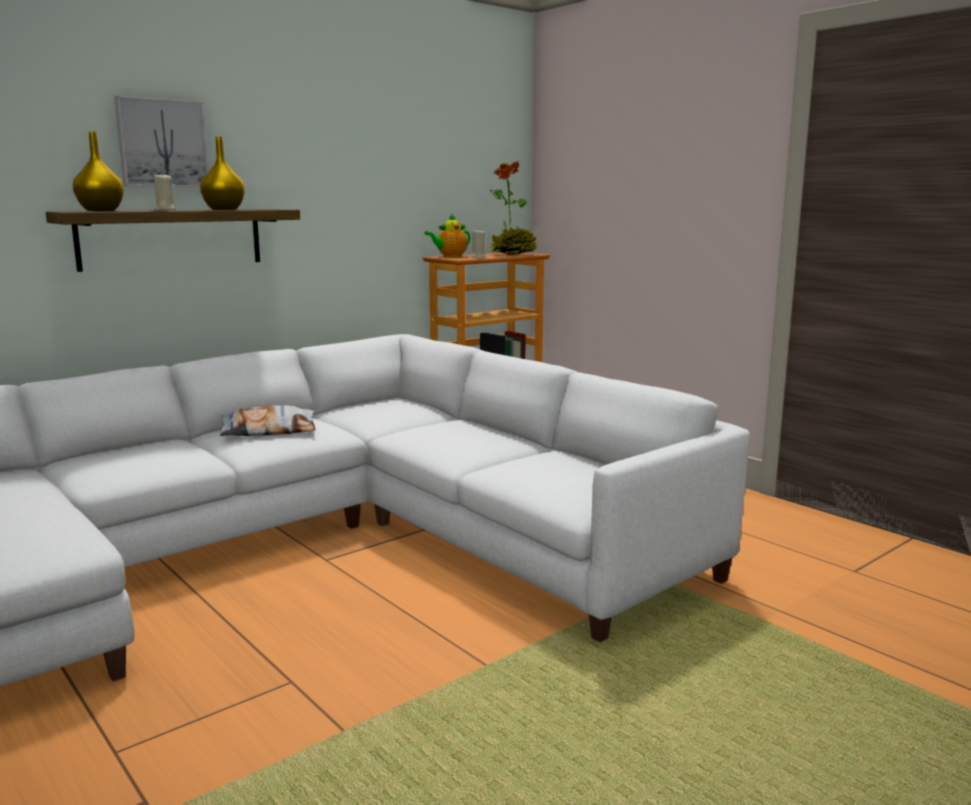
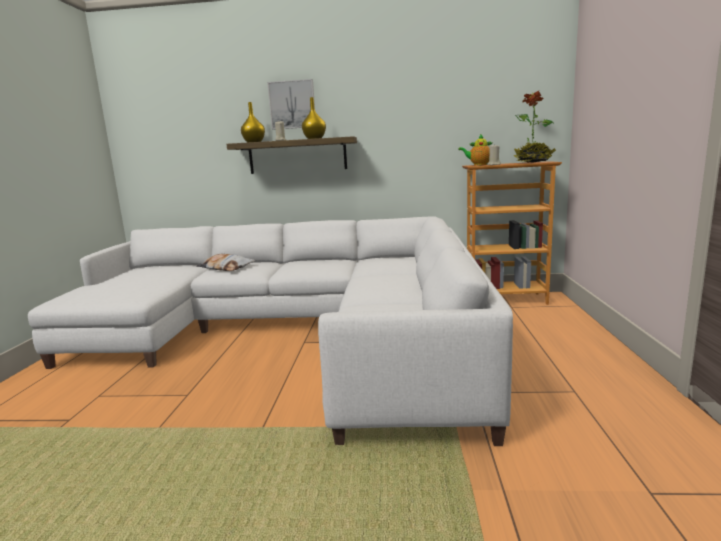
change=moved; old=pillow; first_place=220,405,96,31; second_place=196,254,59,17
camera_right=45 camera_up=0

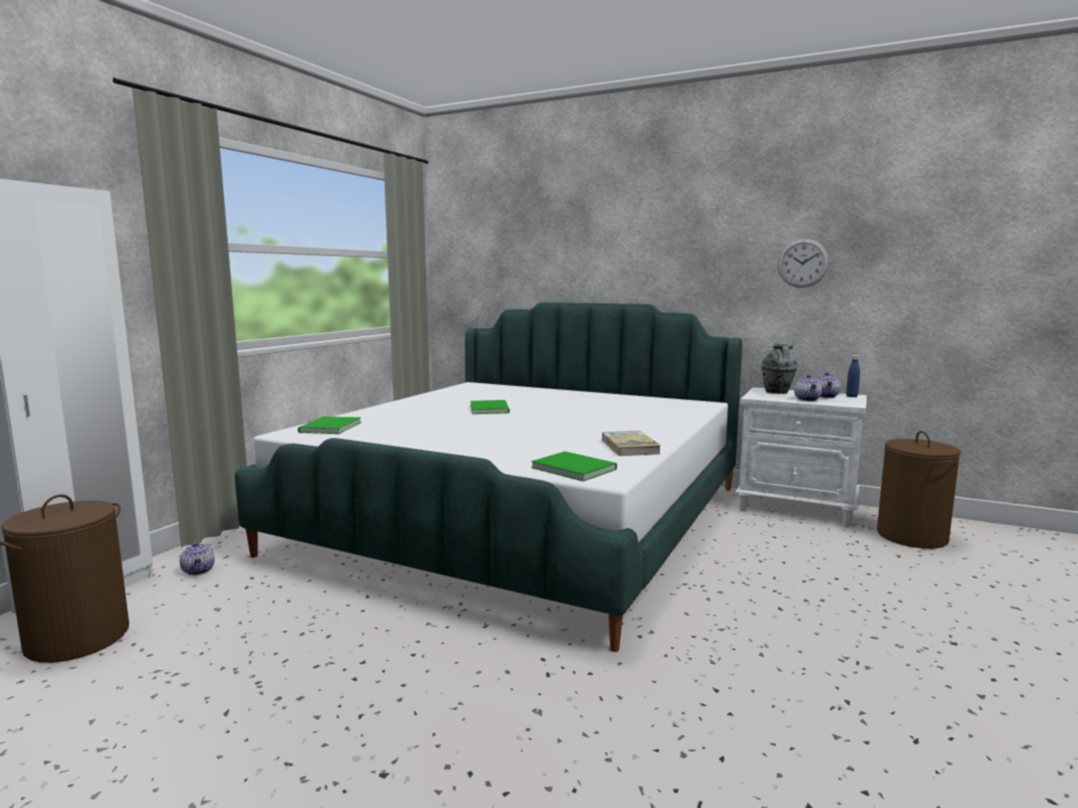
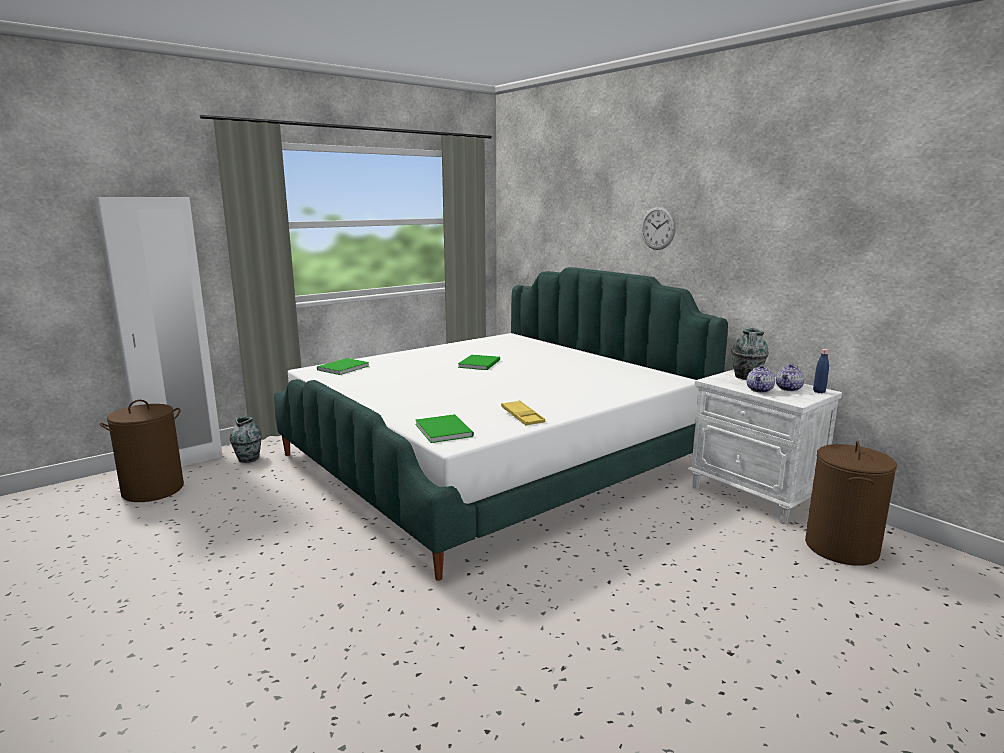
change=moved; old=wall clock; first_place=778,239,51,49; second_place=641,206,35,44
change=replaced; old=book; new=tray (yellow); first_place=602,431,59,25; second_place=501,400,44,25
change=replaced; old=teapot; new=vase; first_place=180,541,35,34; second_place=230,417,32,46
camera_right=25 camera_up=5

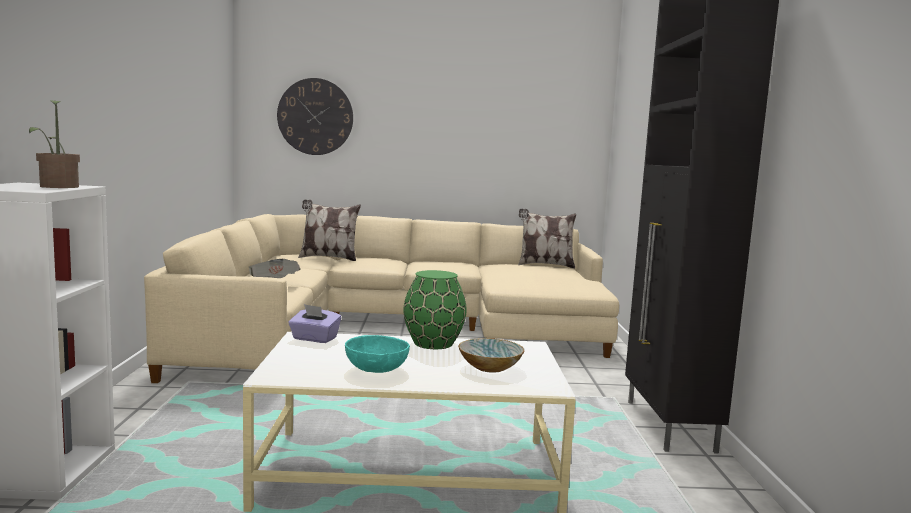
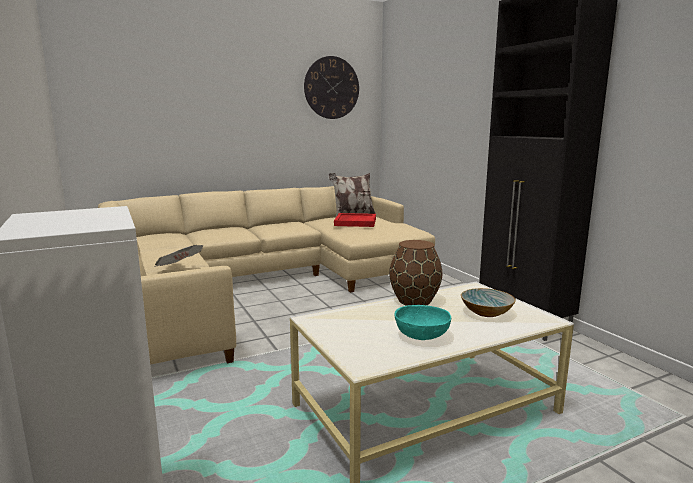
change=moved; old=wall clock; first_place=277,78,76,77; second_place=304,56,55,63
change=removed; old=potted plant; first_place=29,100,51,88
change=removed; old=pillow; first_place=298,199,63,62
change=recoloured; old=vase (green); new=vase (brown); first_place=403,270,63,79; second_place=389,240,53,66
change=removed; old=tissue box (purple); first_place=288,304,53,39
change=added; new=tray (red); second_place=334,213,42,14
camera_right=-25 camera_up=5

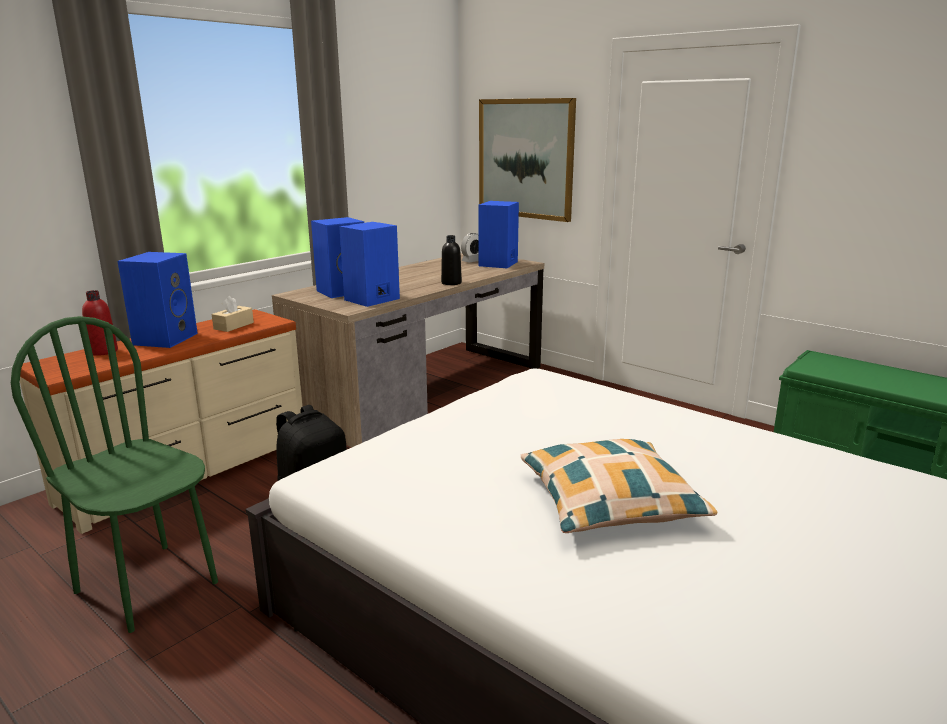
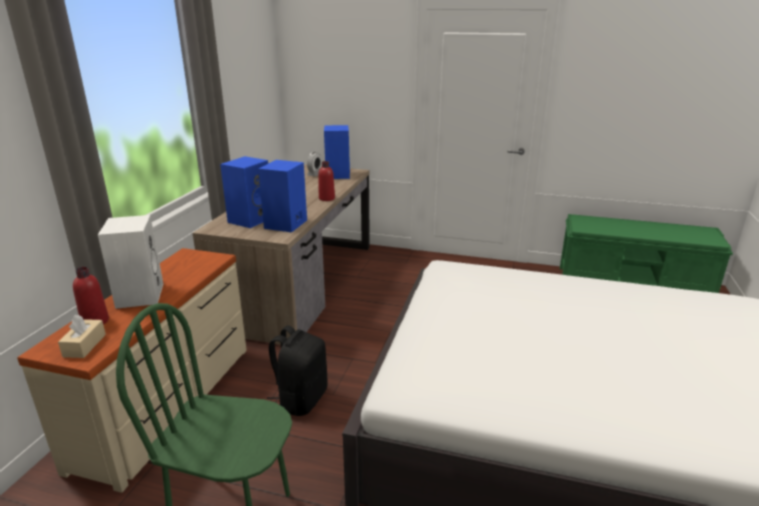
change=removed; old=picture; first_place=479,98,97,124
change=recoloured; old=bottle (black); new=bottle (red); first_place=441,235,21,50; second_place=318,161,17,40
change=recoloured; old=speaker (blue); new=speaker (white); first_place=118,252,80,96; second_place=98,215,65,94
change=moved; old=tissue box (beige); first_place=212,296,42,36; second_place=58,315,48,43
change=removed; old=pillow; first_place=521,439,197,94
camera_right=-25 camera_up=5

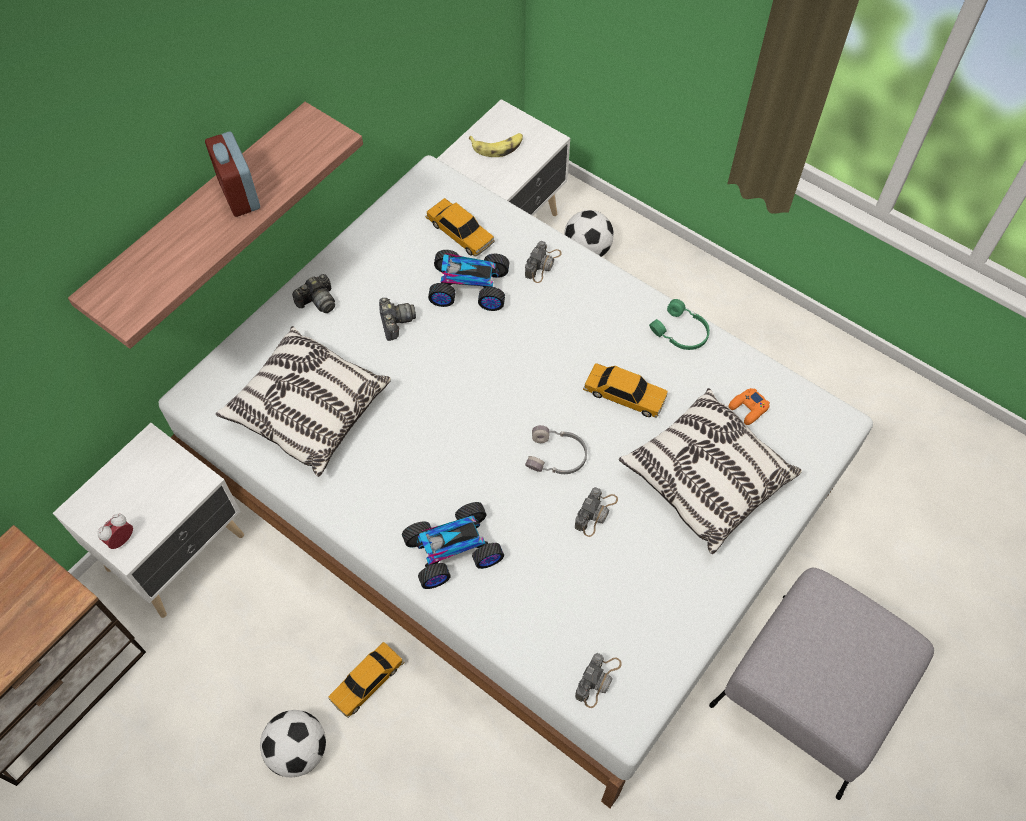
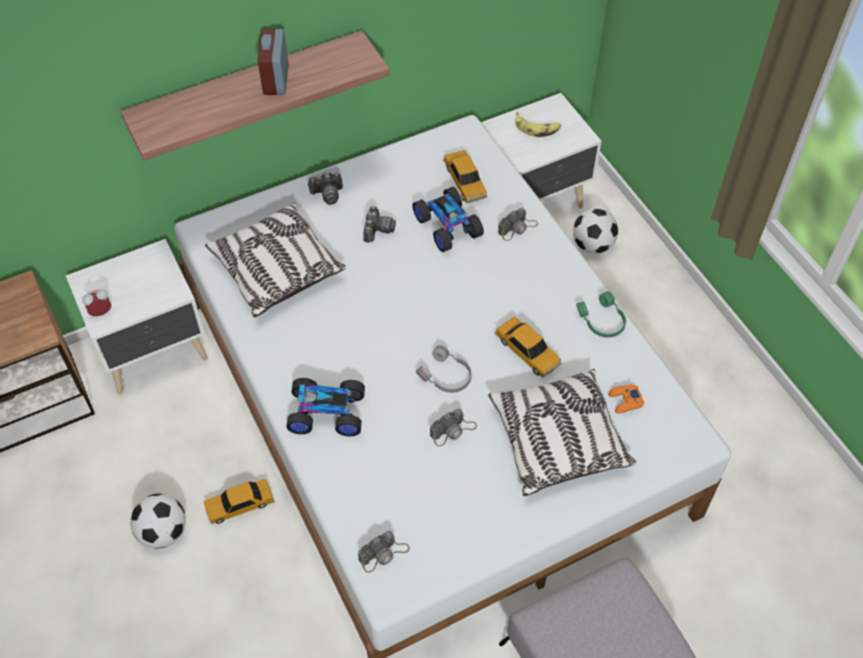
change=turned; old=toy car; first_place=428,250,81,61; second_place=413,187,71,65; degrees=-150
camera_right=25 camera_up=-5

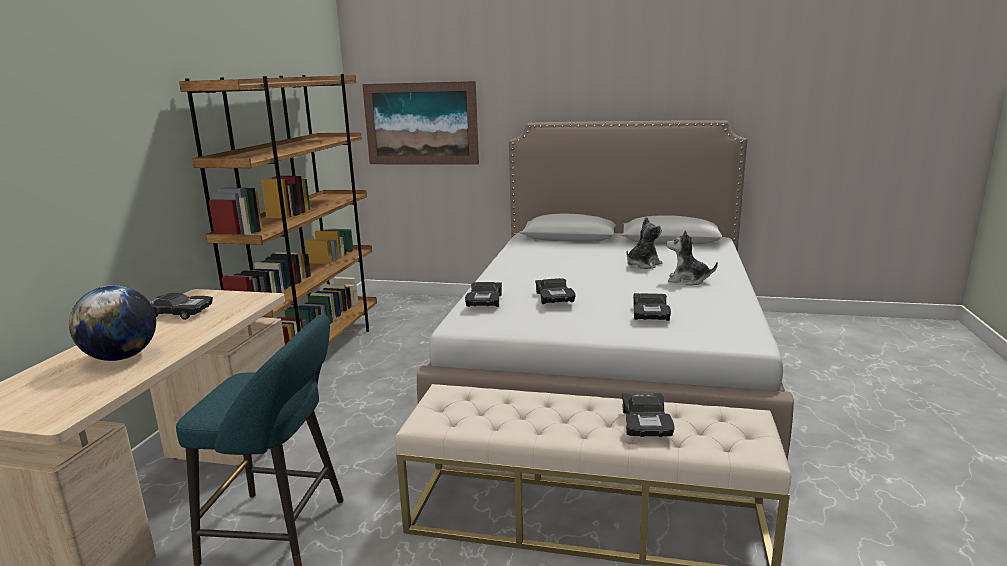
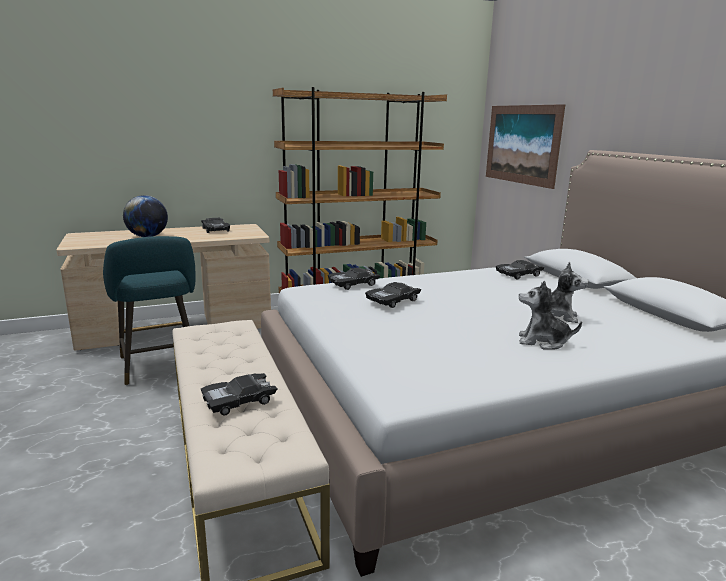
change=turned; old=plush toy; first_place=666,230,52,55; second_place=519,281,63,68; degrees=-60
change=moved; old=toy car (black); first_place=633,293,38,28; second_place=496,260,49,20
camera_right=55 camera_up=0

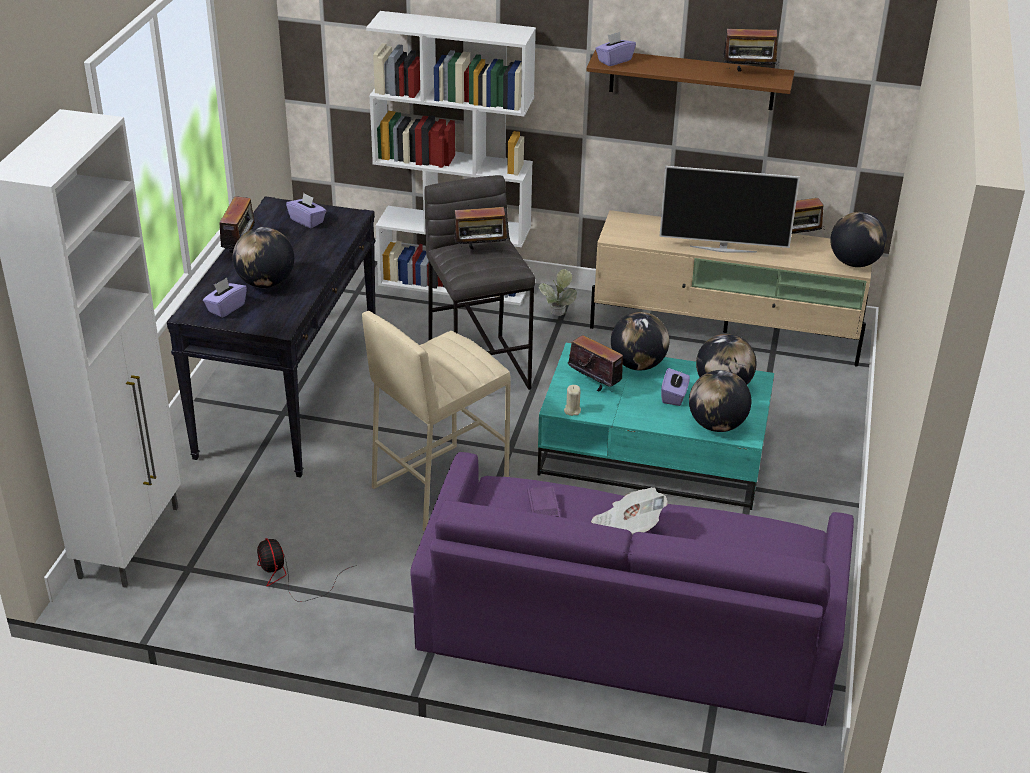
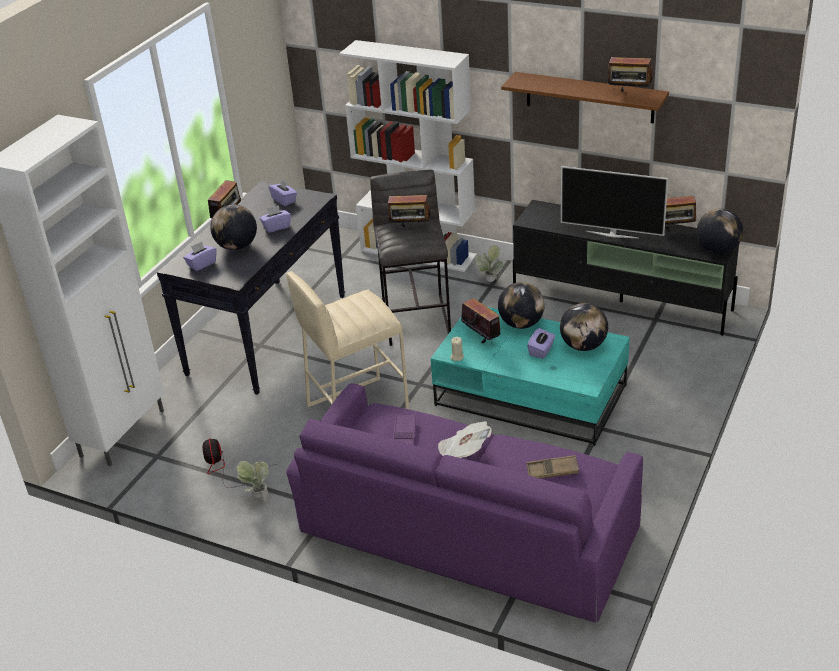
change=moved; old=tissue box (purple); first_place=595,32,41,34; second_place=260,205,31,28
change=recoloured; old=tv stand (beige); new=tv stand (black); first_place=590,210,282,157; second_place=513,200,226,136
change=removed; old=globe; first_place=689,370,62,62
change=added; new=tray (brown); second_place=526,455,53,23
change=added; new=potted plant; second_place=236,461,33,41
camera_right=15 camera_up=0

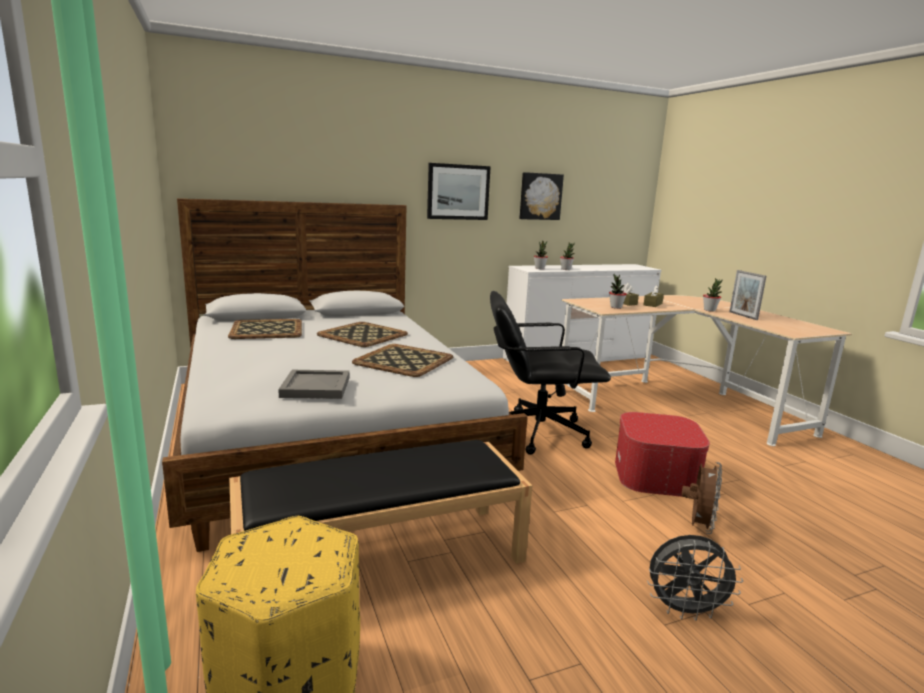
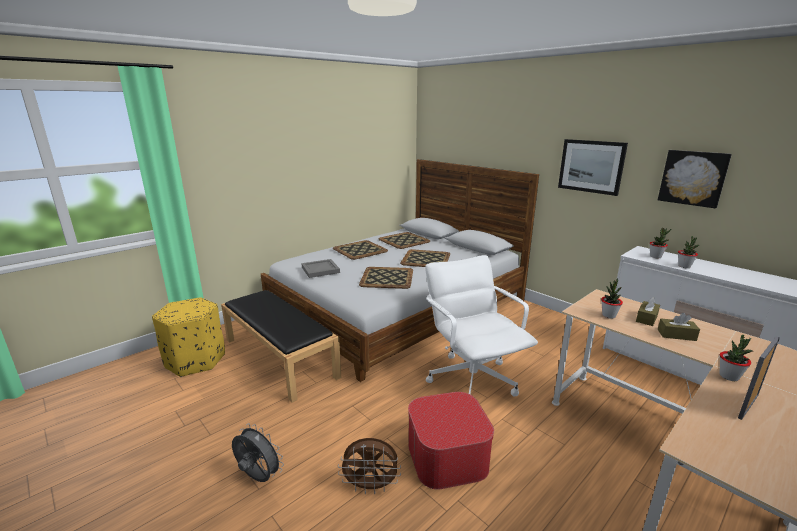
change=recoloured; old=office chair (black); new=office chair (white); first_place=490,291,121,164; second_place=425,255,113,142
change=turned; old=fan (grey); first_place=647,535,96,86; second_place=232,423,52,59; degrees=135
change=added; new=tray; second_place=333,240,55,20
camera_right=70 camera_up=5

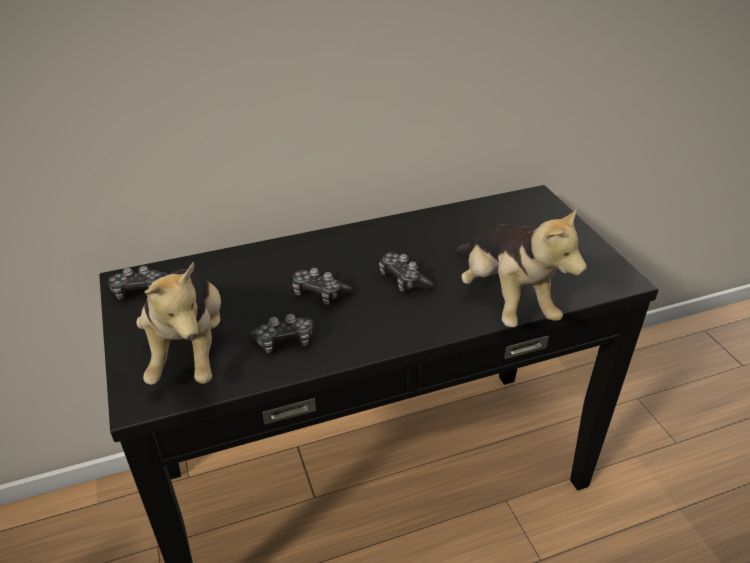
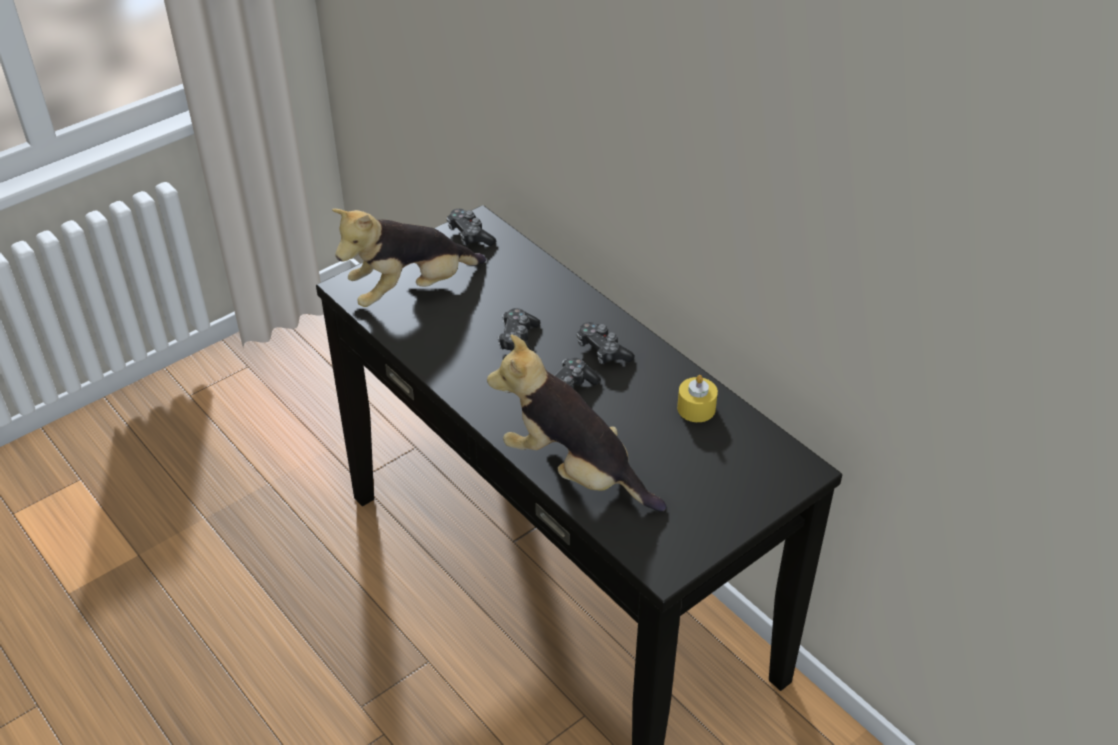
change=turned; old=plush toy; first_place=456,206,131,121; second_place=487,335,179,177; degrees=75
change=moved; old=game controller; first_place=249,314,66,39; second_place=577,322,58,42
change=added; new=candle (yellow); second_place=677,375,41,47
camera_right=70 camera_up=5

